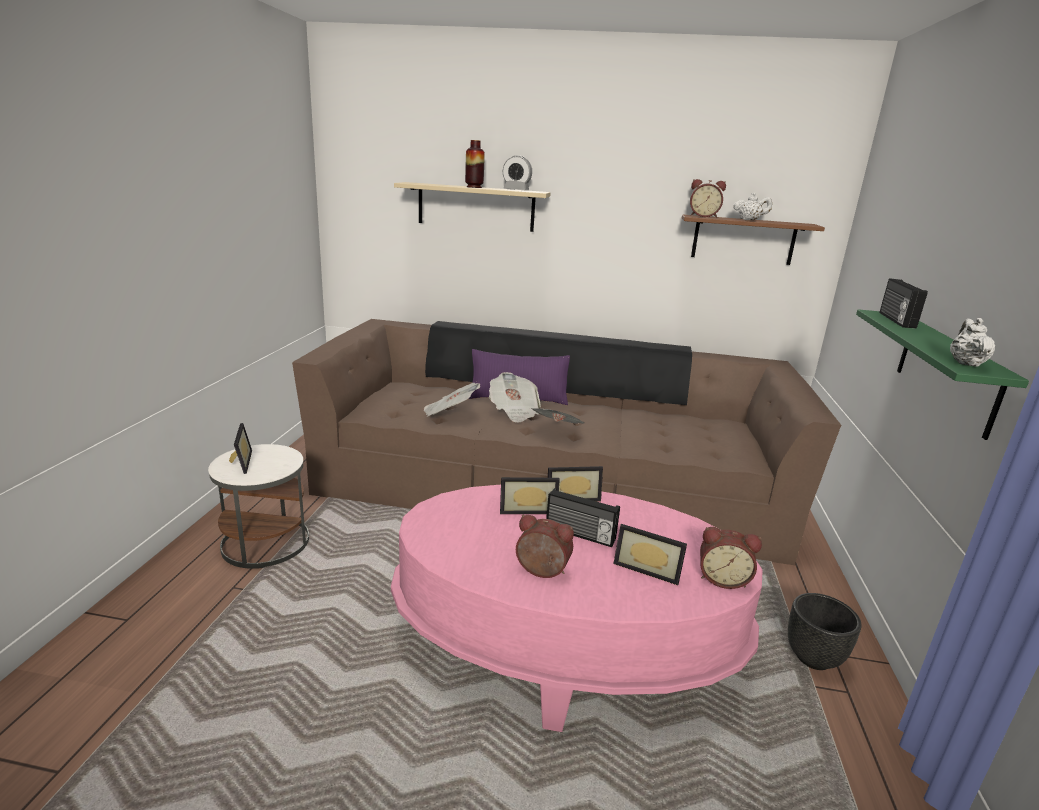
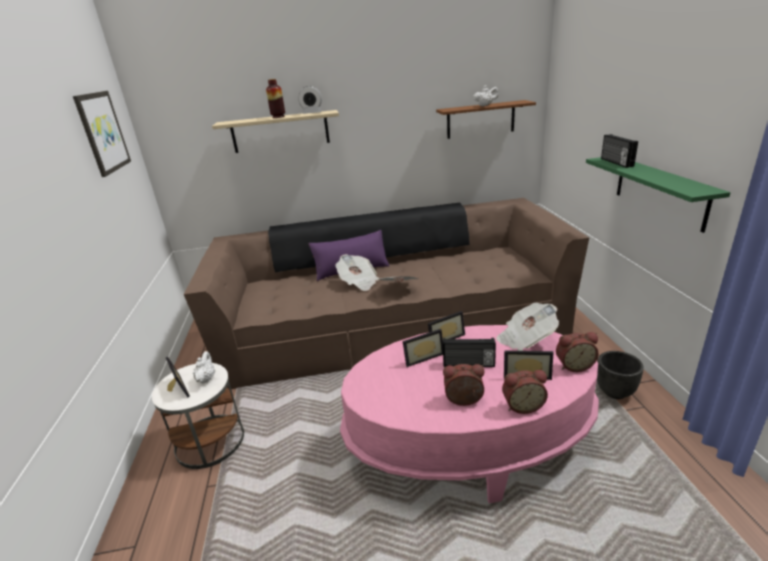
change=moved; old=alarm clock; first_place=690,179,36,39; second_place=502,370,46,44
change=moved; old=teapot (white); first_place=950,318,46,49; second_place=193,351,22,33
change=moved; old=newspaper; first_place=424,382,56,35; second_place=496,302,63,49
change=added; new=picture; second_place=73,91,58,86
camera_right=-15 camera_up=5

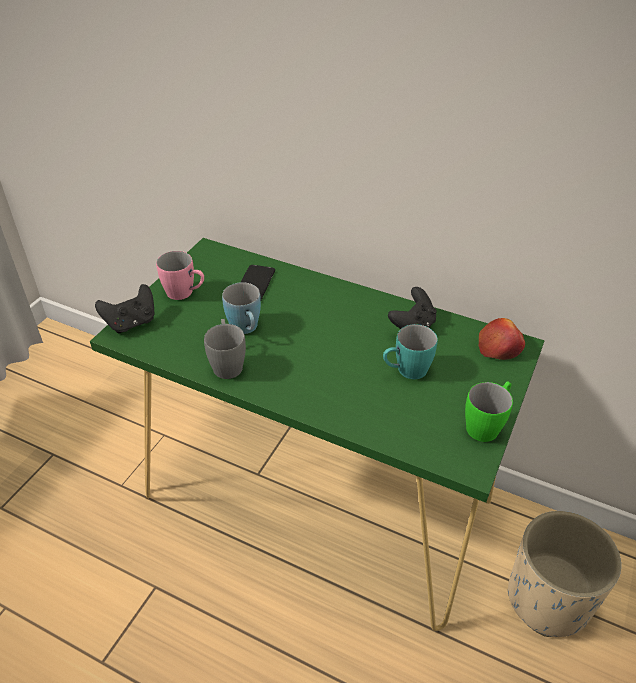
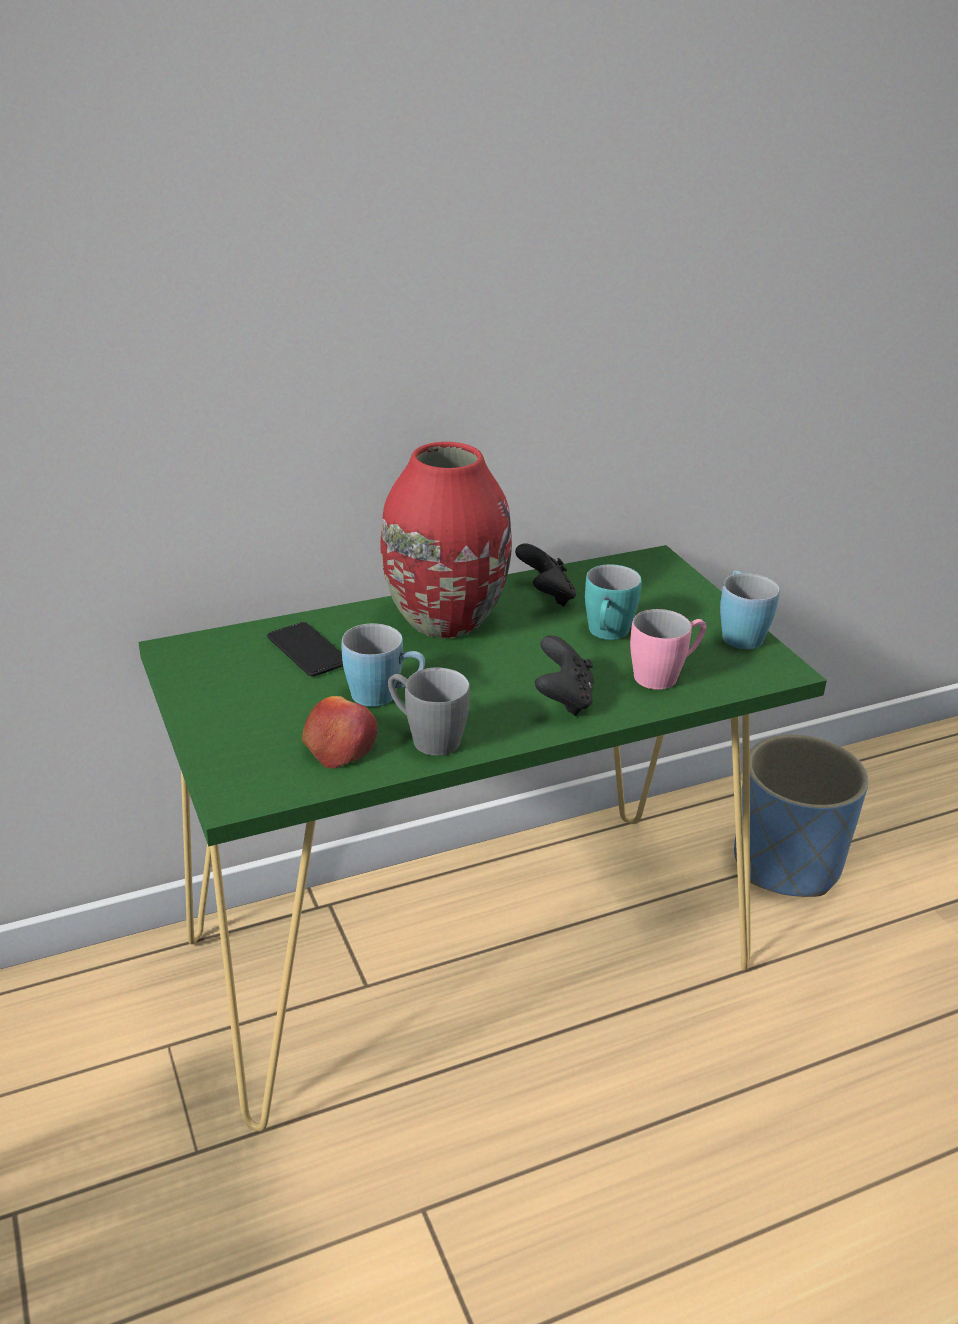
change=moved; old=mug (pink); first_place=156,251,48,49; second_place=630,609,76,81
change=moved; old=game controller (black); first_place=95,284,59,50; second_place=535,635,59,81
change=moved; old=apple; first_place=478,318,47,42; second_place=302,696,76,73
change=recoloured; old=mug (green); new=mug (blue); first_place=465,381,48,61; second_place=720,571,59,78
change=recoloured; old=planter (beige); new=planter (blue); first_place=508,511,113,126; second_place=734,734,135,163
change=added; new=vase (red); second_place=381,442,131,196
camera_right=-50 camera_up=-10

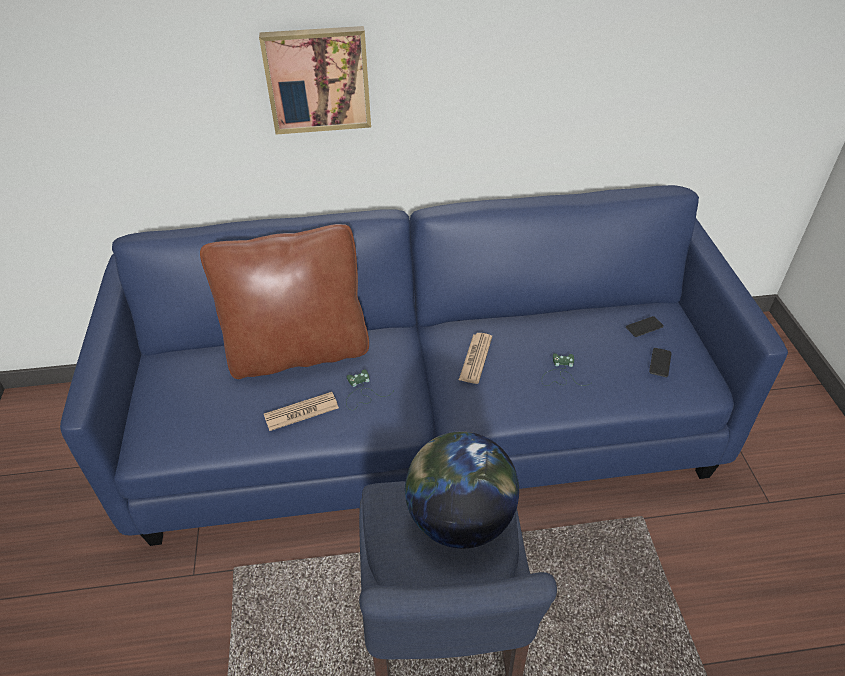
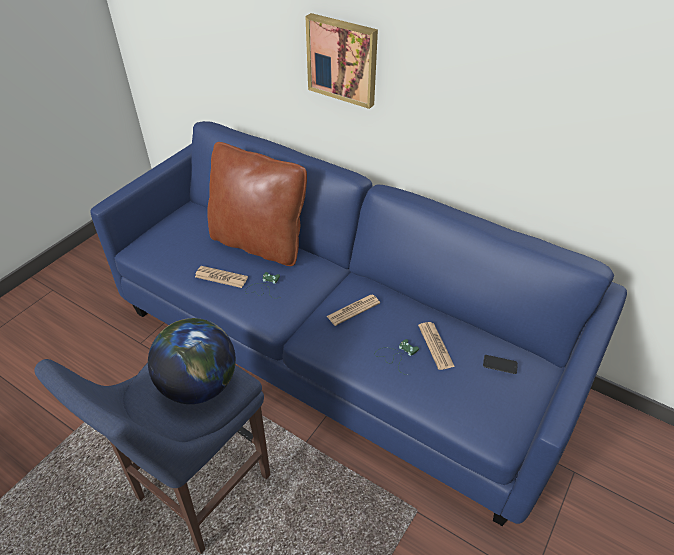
change=removed; old=phone; first_place=649,348,23,29
change=added; new=newspaper; second_place=418,322,37,48
camera_right=40 camera_up=0

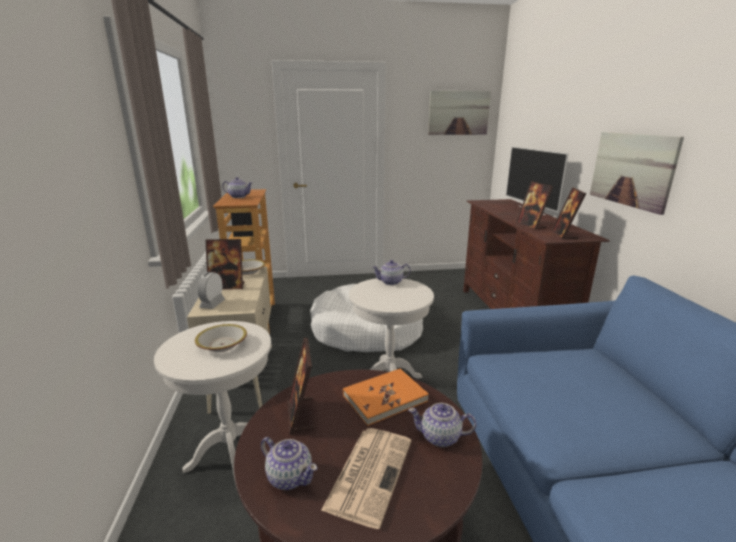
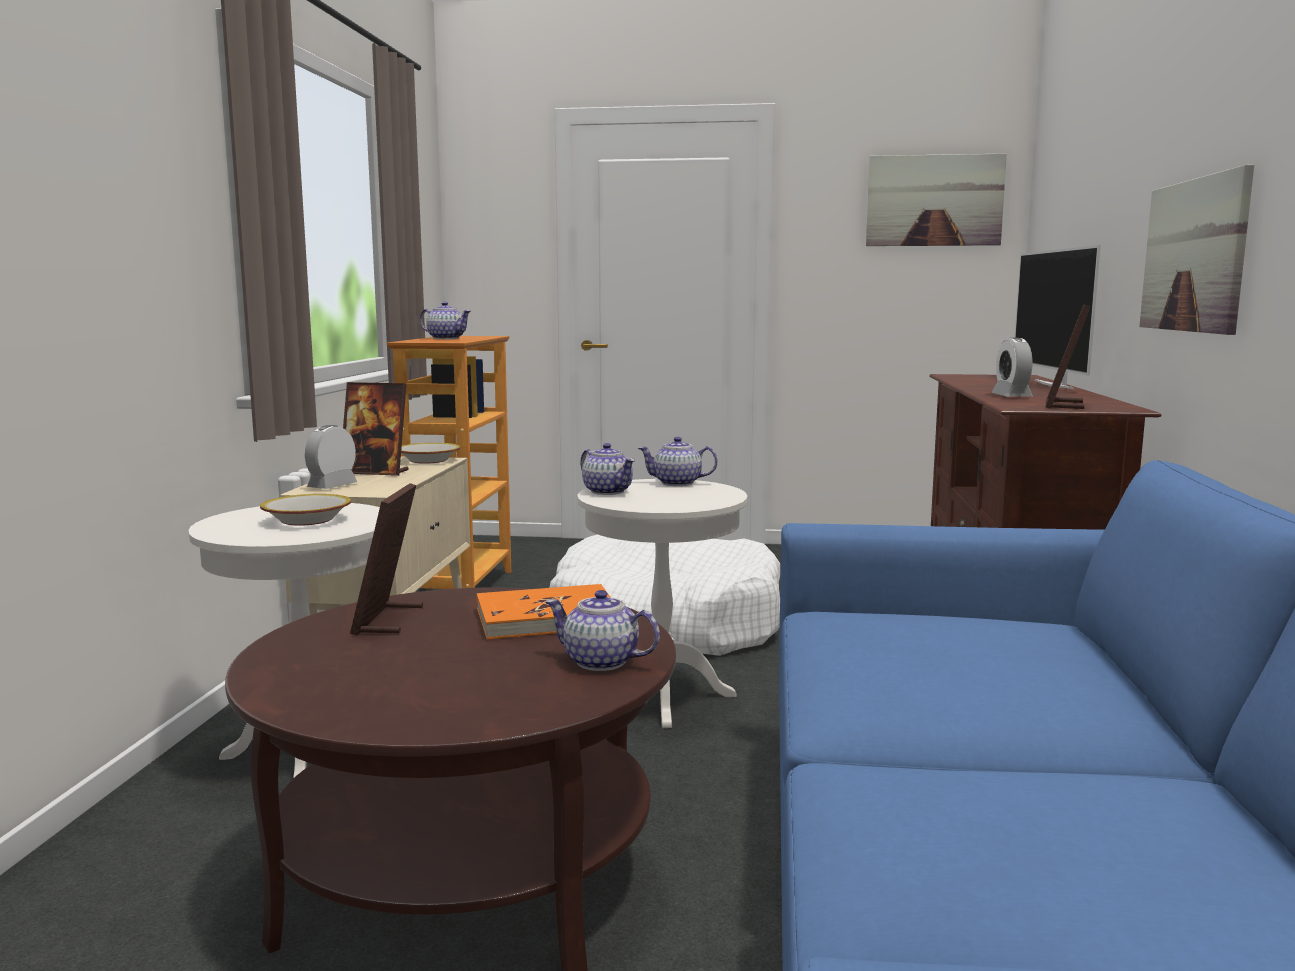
change=replaced; old=picture frame; new=alarm clock; first_place=516,181,37,49; second_place=991,338,42,59
change=removed; old=newspaper; first_place=321,428,90,101
change=moved; old=teapot; first_place=261,437,56,53; second_place=580,443,55,52
camera_right=15 camera_up=-10

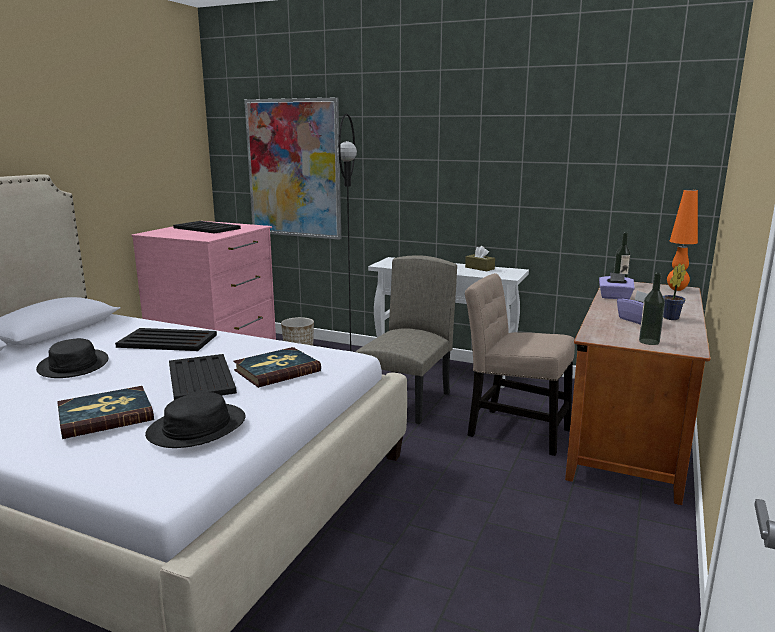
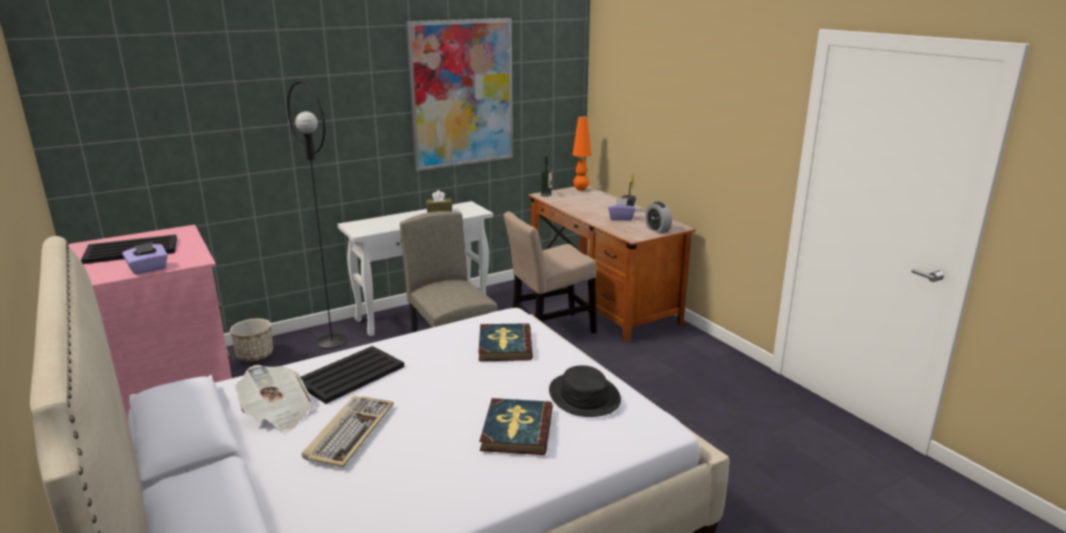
change=moved; old=picture; first_place=244,97,97,143; second_place=406,18,107,153
change=moved; old=tissue box (purple); first_place=599,273,36,26; second_place=122,242,46,32
change=replaced; old=bottle; new=alarm clock; first_place=639,273,26,72; second_place=645,202,27,31
change=replaced; old=hat (black); new=keyboard; first_place=36,338,72,40; second_place=302,396,92,71
change=removed; old=tray (black); first_place=169,354,68,46
change=added; new=newspaper; second_place=235,365,79,67
camera_right=-55 camera_up=5

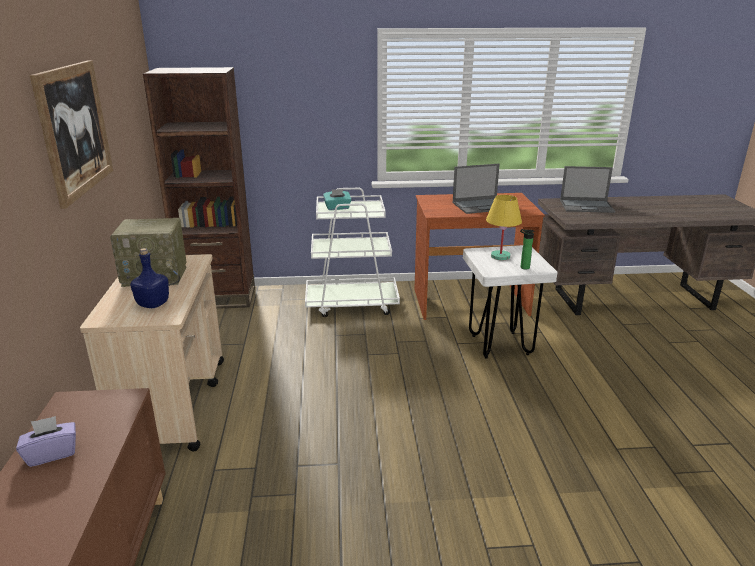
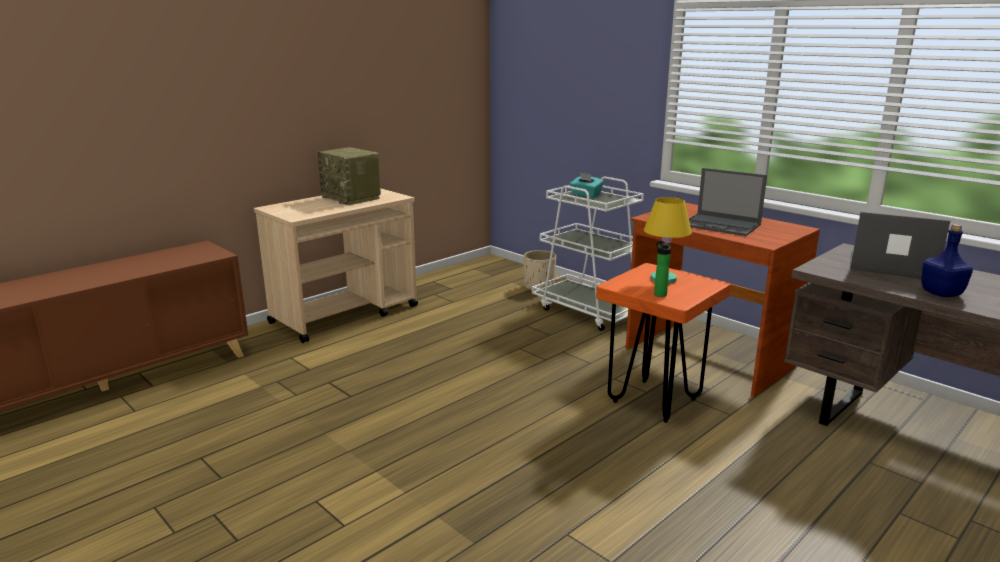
change=removed; old=picture; first_place=30,60,83,149
change=removed; old=bookcase (brown); first_place=143,67,112,242
change=turned; old=laptop; first_place=560,166,55,47; second_place=850,212,100,66; degrees=150
change=recoloured; old=stool (white); new=stool (orange); first_place=463,245,94,114; second_place=596,263,134,160
change=moved; old=bottle (blue); first_place=130,248,39,60; second_place=921,224,52,73
change=removed; old=tissue box (purple); first_place=16,416,60,51
change=added; new=planter (beige); second_place=524,250,32,41
camera_right=50 camera_up=-5

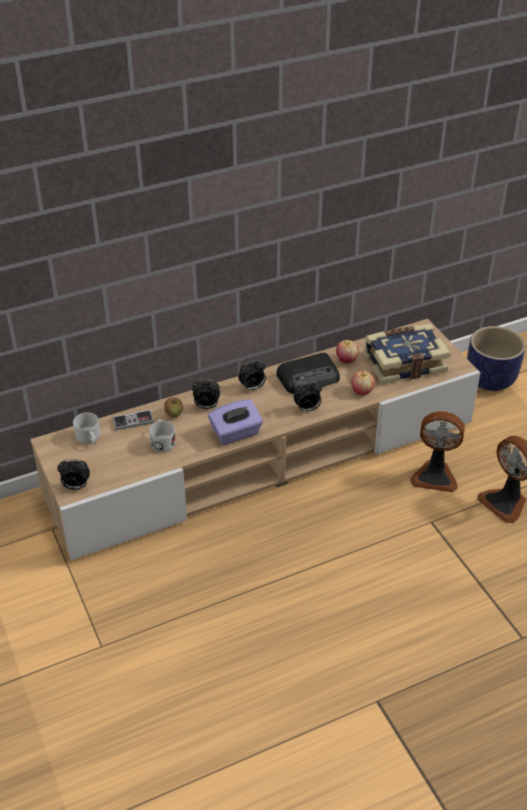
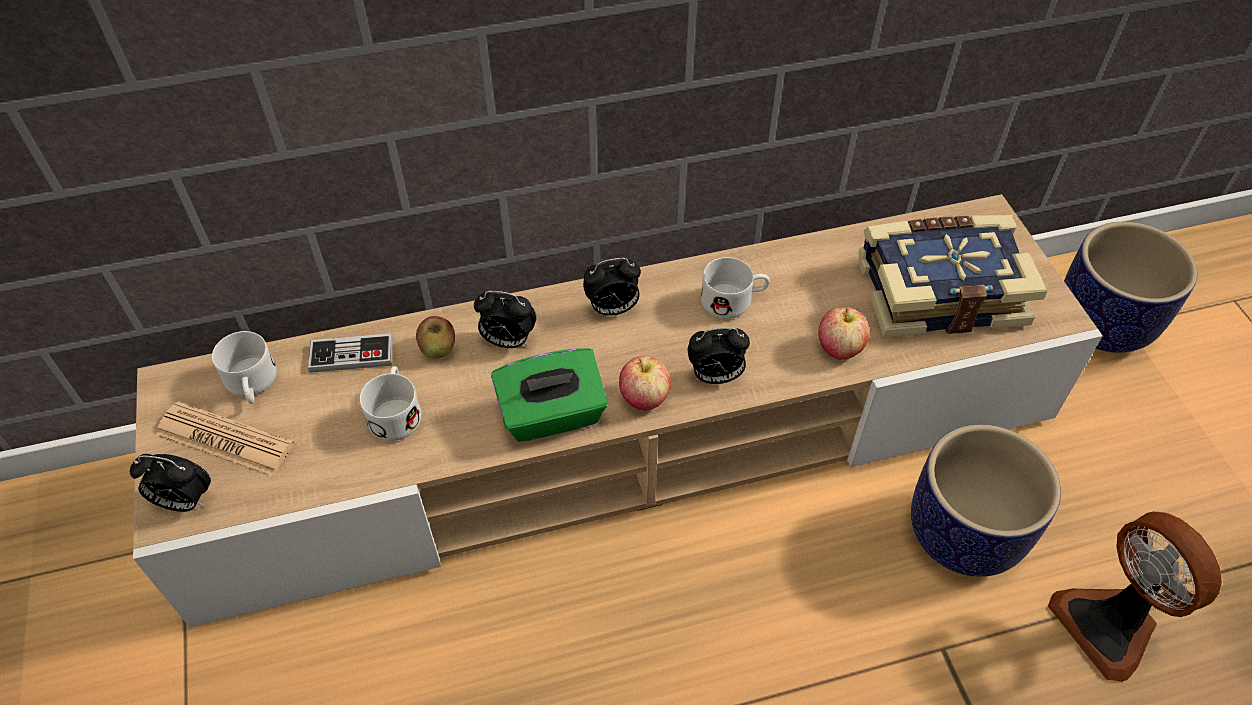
change=moved; old=apple; first_place=336,340,23,24; second_place=619,356,52,54
change=replaced; old=radio; new=mug (white); first_place=276,353,64,41; second_place=701,257,69,62
change=recoloured; old=tissue box (purple); new=tissue box (green); first_place=208,399,55,46; second_place=491,348,117,94
change=replaced; old=fan; new=planter; first_place=410,411,55,81; second_place=911,424,150,153
change=added; new=newspaper; second_place=156,401,138,76
camera_right=10 camera_up=10

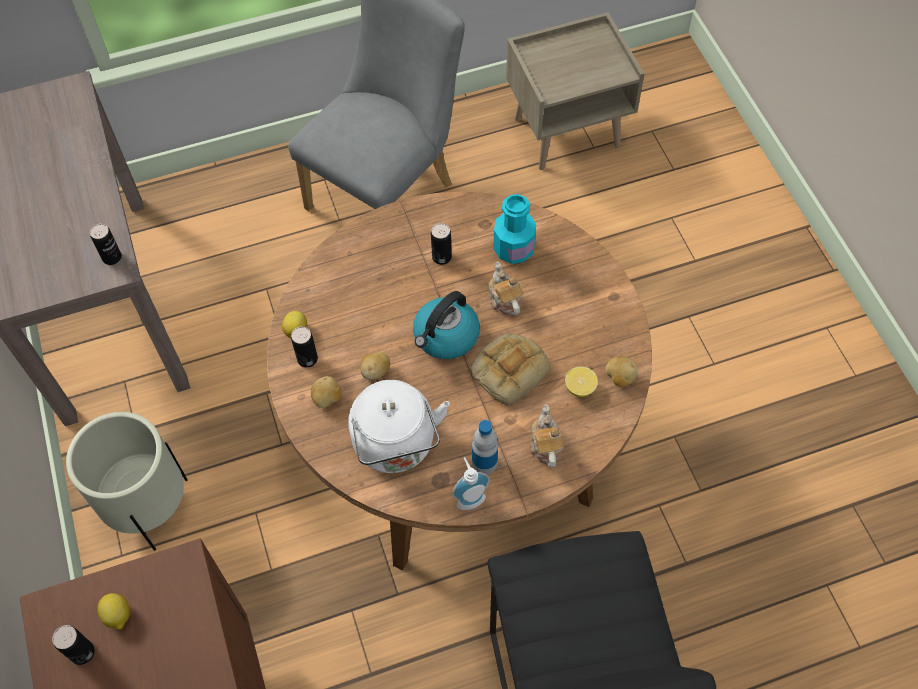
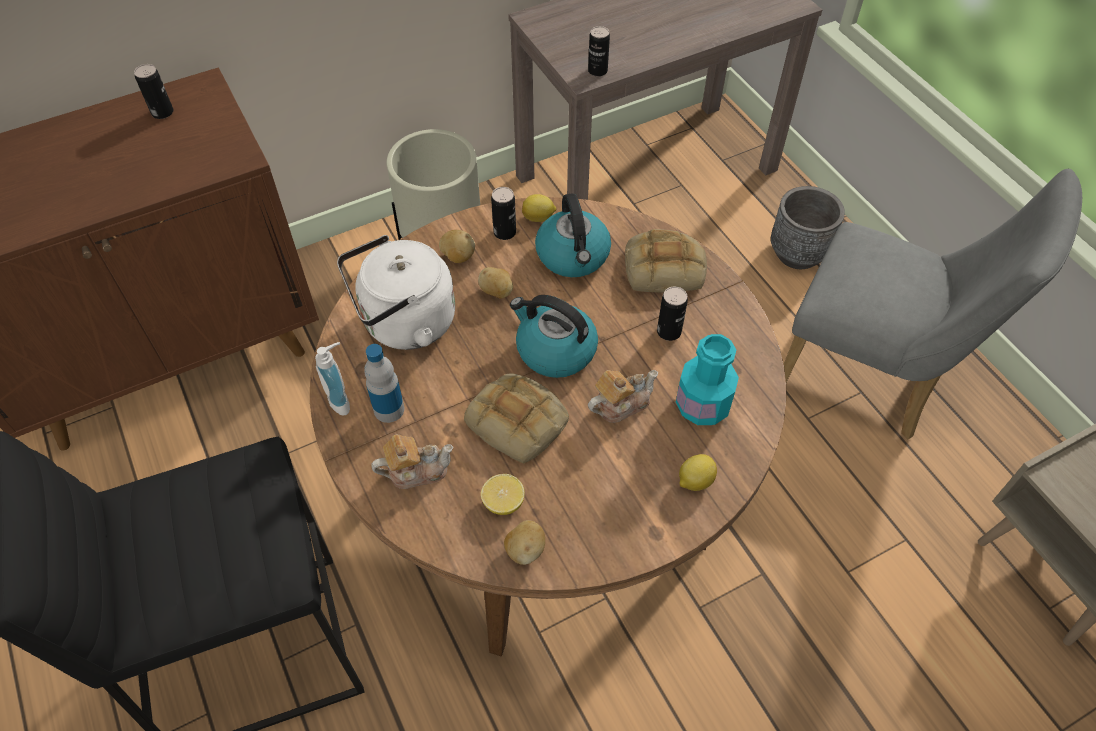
change=moved; old=lemon; first_place=97,593,33,37; second_place=679,454,38,37
change=added; new=planter (grey); second_place=771,186,74,83
change=added; new=kettle; second_place=535,193,76,84
change=added; new=bread; second_place=625,229,82,64
camera_right=80 camera_up=-5

